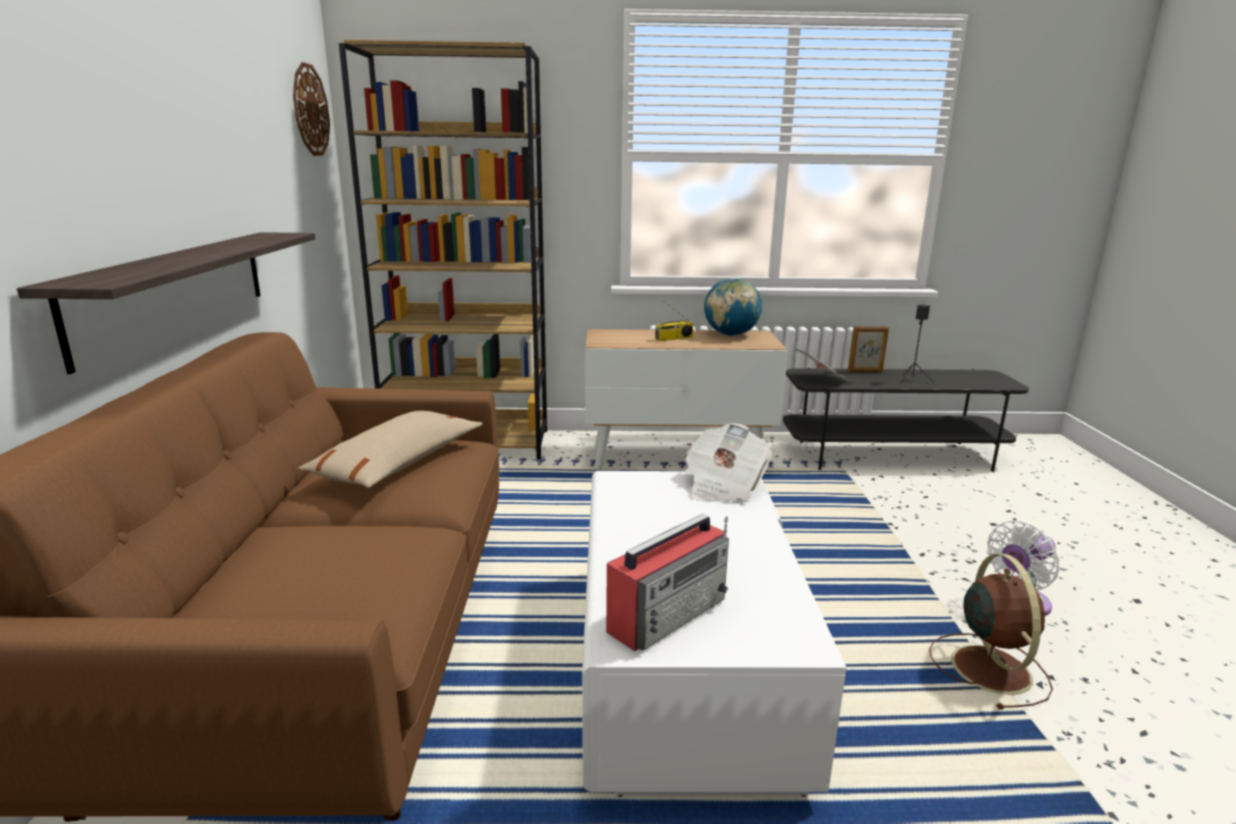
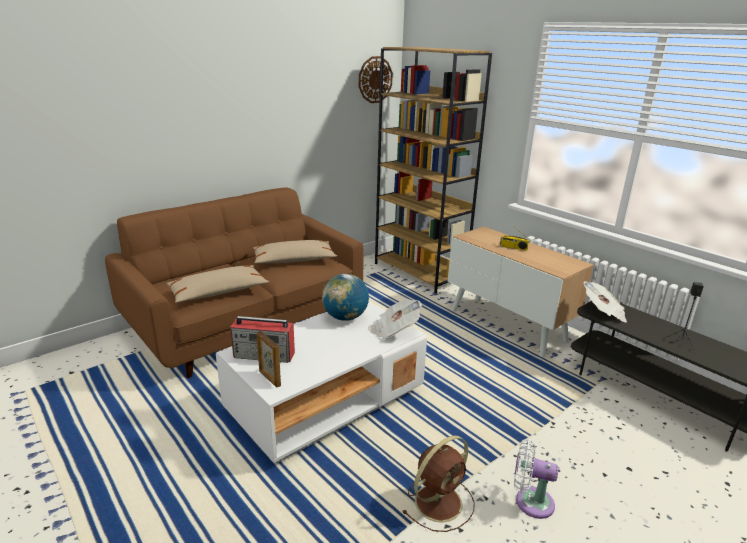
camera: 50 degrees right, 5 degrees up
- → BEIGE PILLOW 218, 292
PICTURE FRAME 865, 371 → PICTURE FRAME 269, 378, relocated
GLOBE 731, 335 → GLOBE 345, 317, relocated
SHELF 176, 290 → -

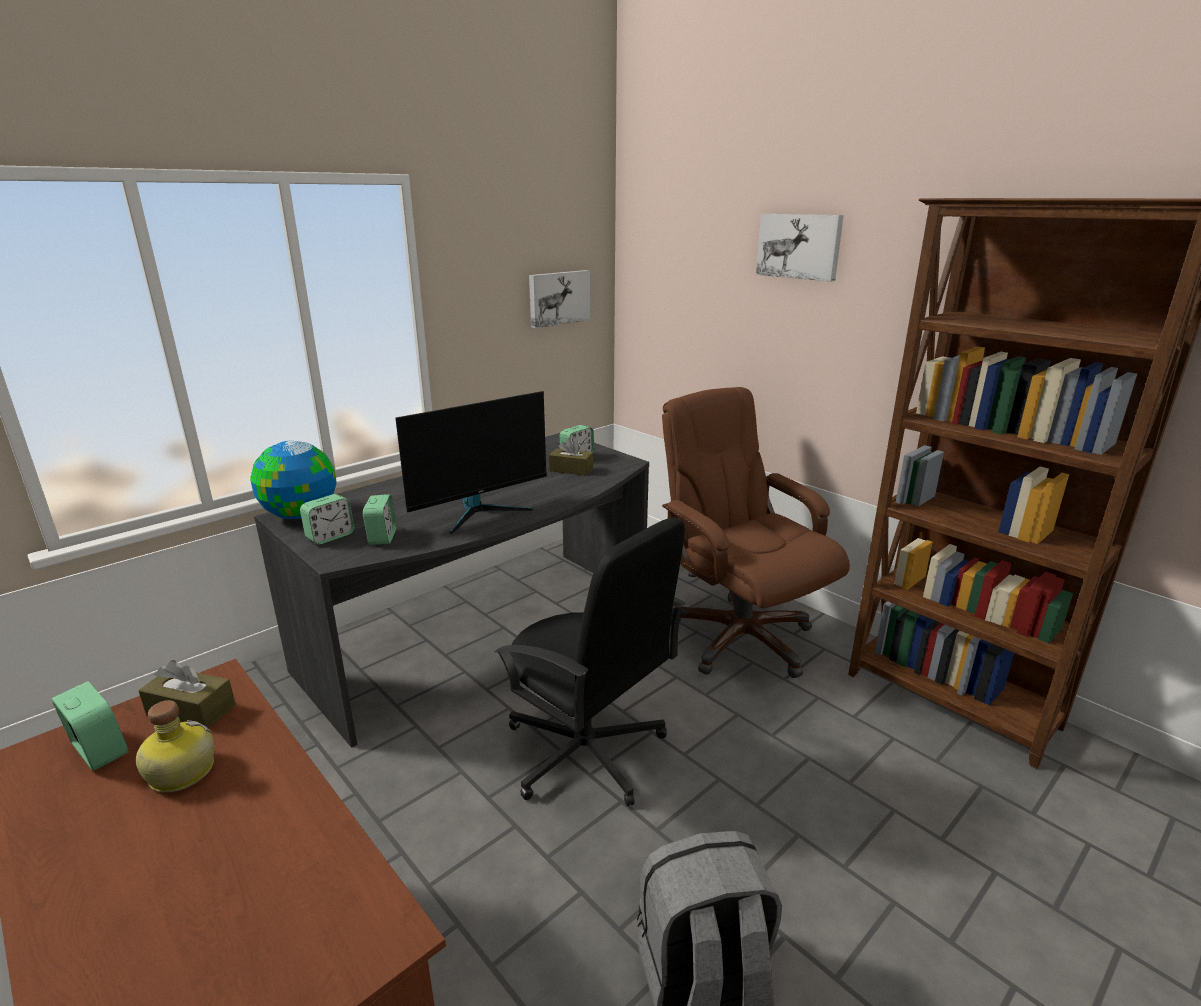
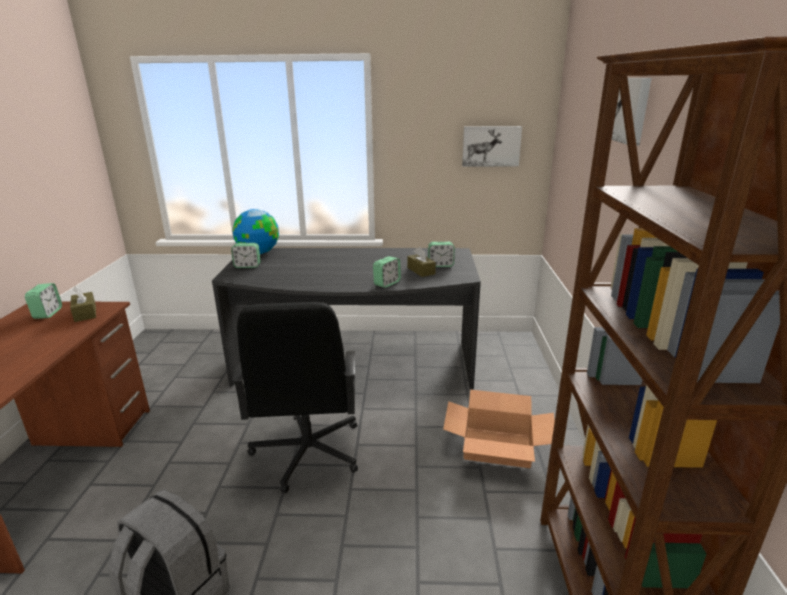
camera: 45 degrees right, 0 degrees up
ALARM CLOCK 382, 537 → ALARM CLOCK 387, 283, relocated
BROWN OFFICE CHAIR 739, 637 → CARDBOARD BOX 497, 447
BOTTLE 179, 772 → -
MONITOR 480, 512 → -

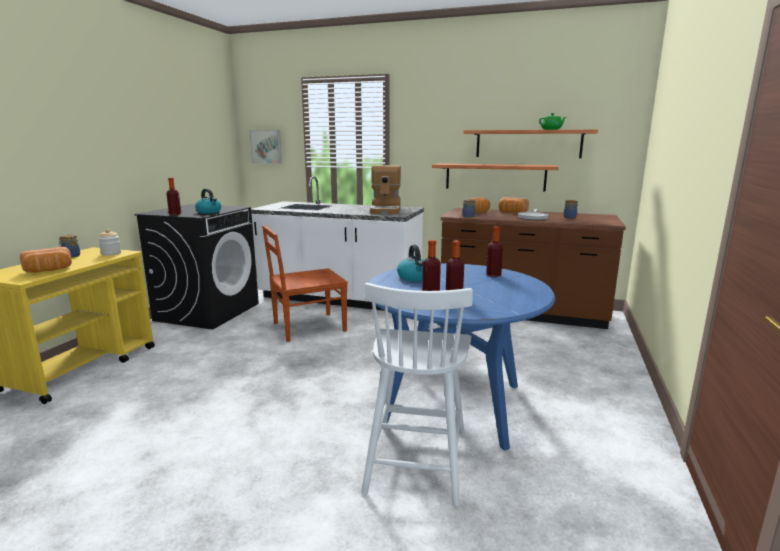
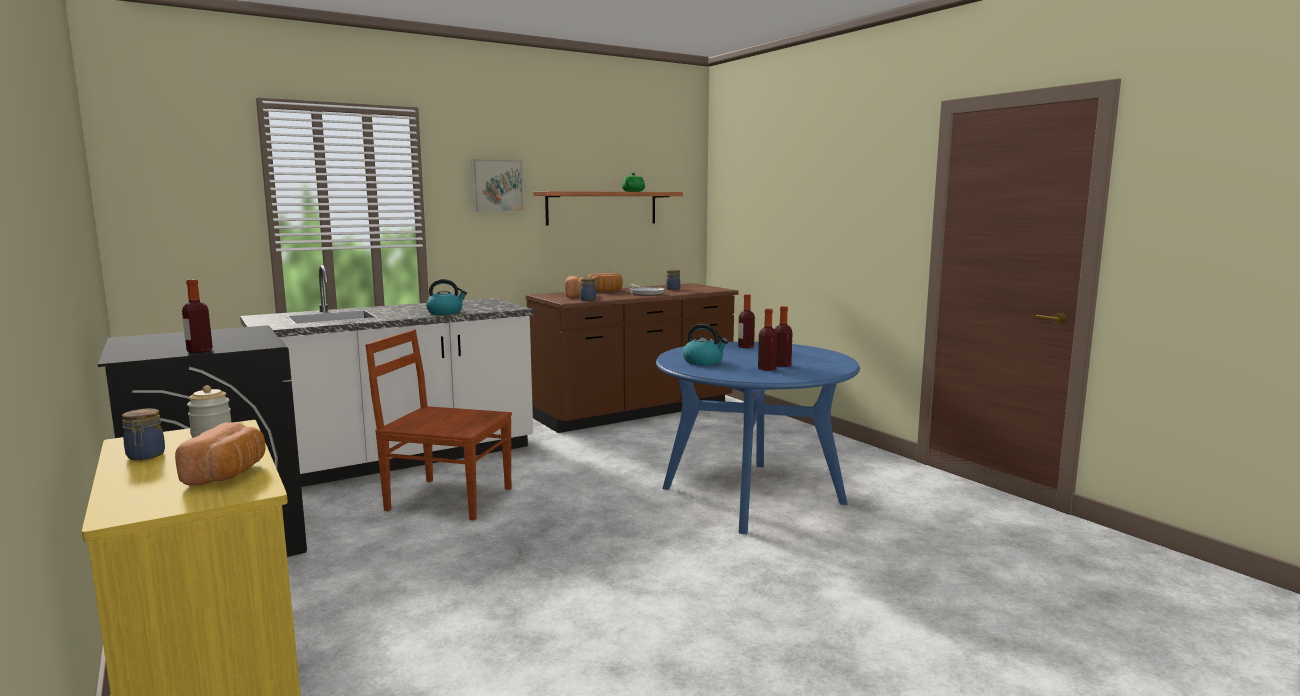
camera: 50 degrees left, 5 degrees down
BROWN CHAIR 307, 327 → BROWN CHAIR 447, 498, 90 degrees clockwise
KETTLE 209, 212 → KETTLE 445, 312, relocated
PICTURE 266, 146 → PICTURE 496, 186, relocated
WHITE CHAIR 416, 458 → -
COFFEE MACHINE 386, 210 → -
SHELF 495, 177 → -

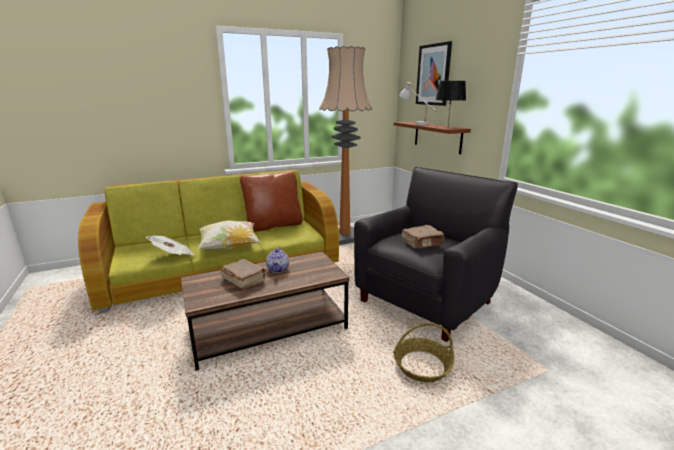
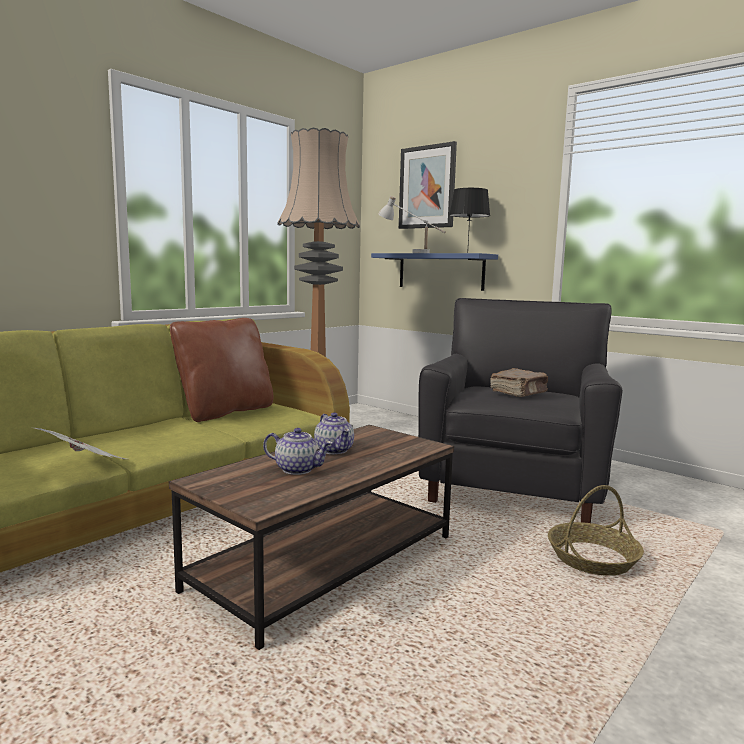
camera: 25 degrees left, 10 degrees down
BROWN BOOK 243, 280 → TEAPOT 298, 469
BROWN SHELF 437, 137 → BLUE SHELF 440, 271
PILLOW 229, 247 → -

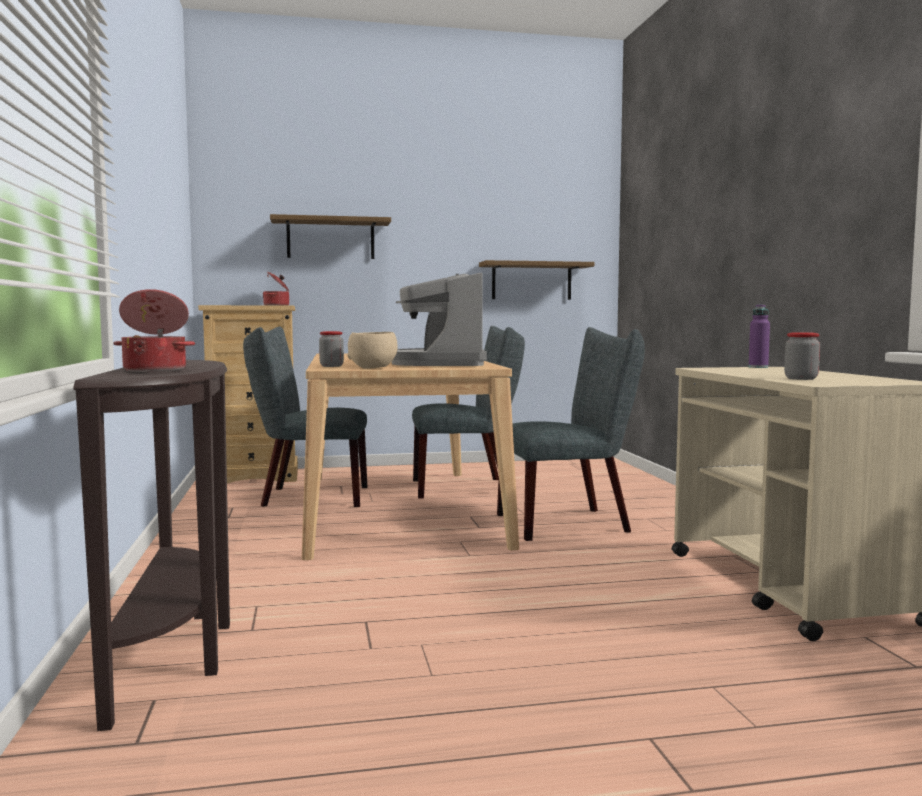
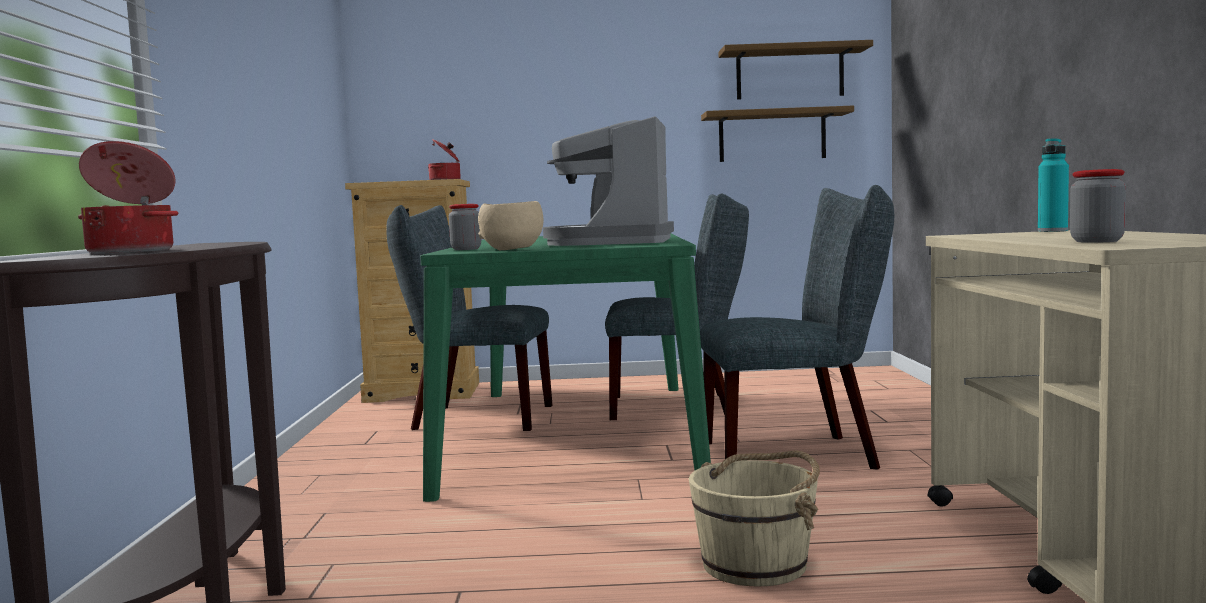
camera: 10 degrees right, 0 degrees up
BEIGE DINING TABLE 398, 508 → GREEN DINING TABLE 578, 433
- → BEIGE BUCKET 756, 565
SHELF 330, 239 → SHELF 789, 73, relocated
PURPLE BOTTLE 758, 367 → TURQUOISE BOTTLE 1052, 231

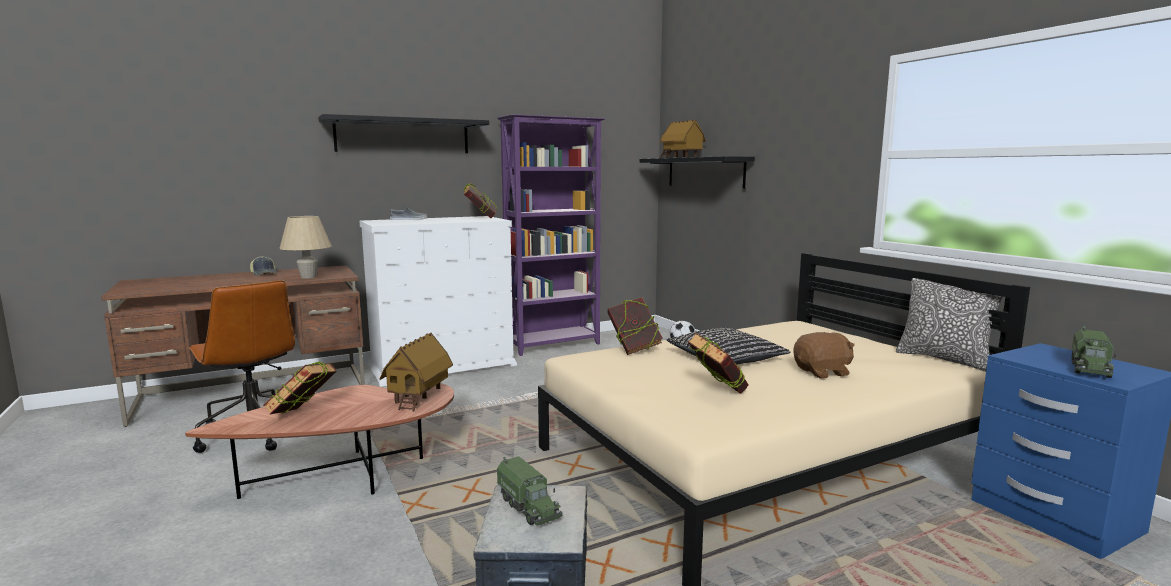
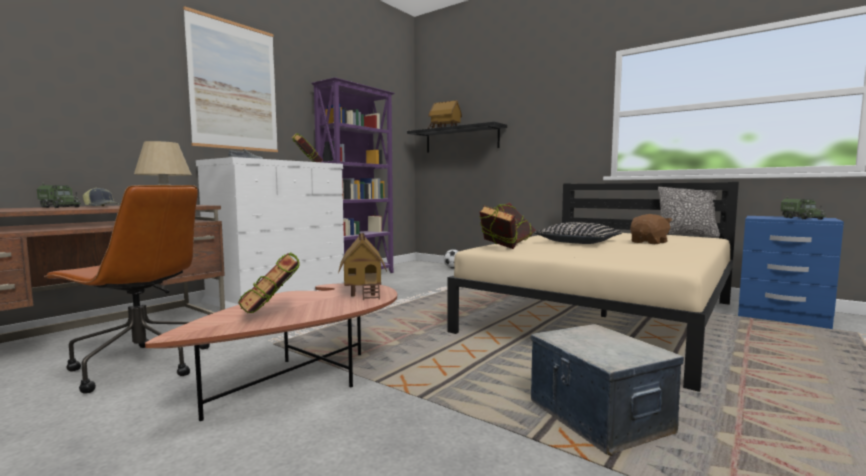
camera: 25 degrees left, 5 degrees down
TOY TRUCK 529, 507 → TOY TRUCK 60, 207, relocated
BLACK SHELF 403, 136 → PICTURE 234, 86
BOOK 716, 393 → BOOK 498, 250, relocated

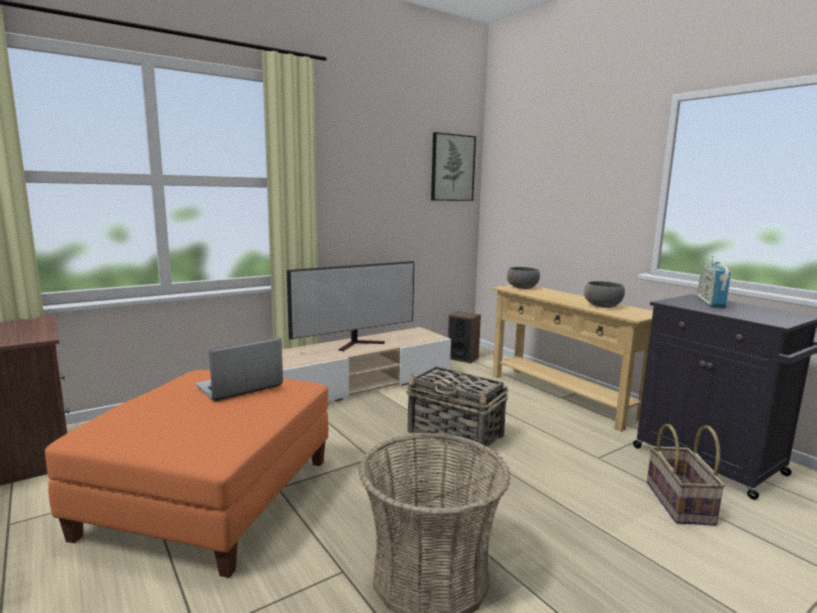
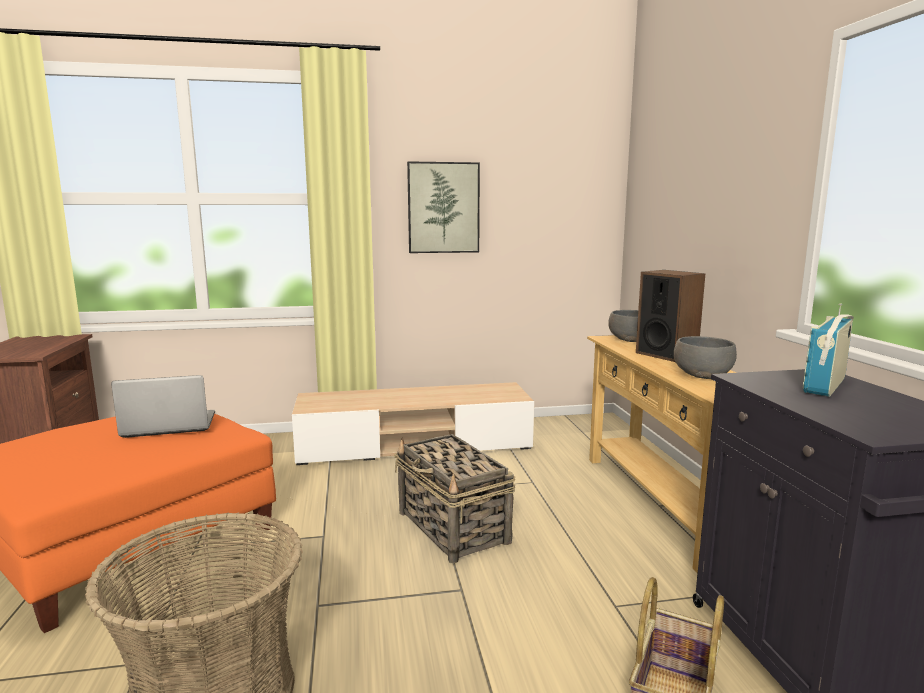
camera: 25 degrees right, 0 degrees up
PICTURE 452, 168 → PICTURE 443, 208, relocated
SPEAKER 462, 358 → SPEAKER 666, 354, relocated
TELEVISION 359, 344 → -

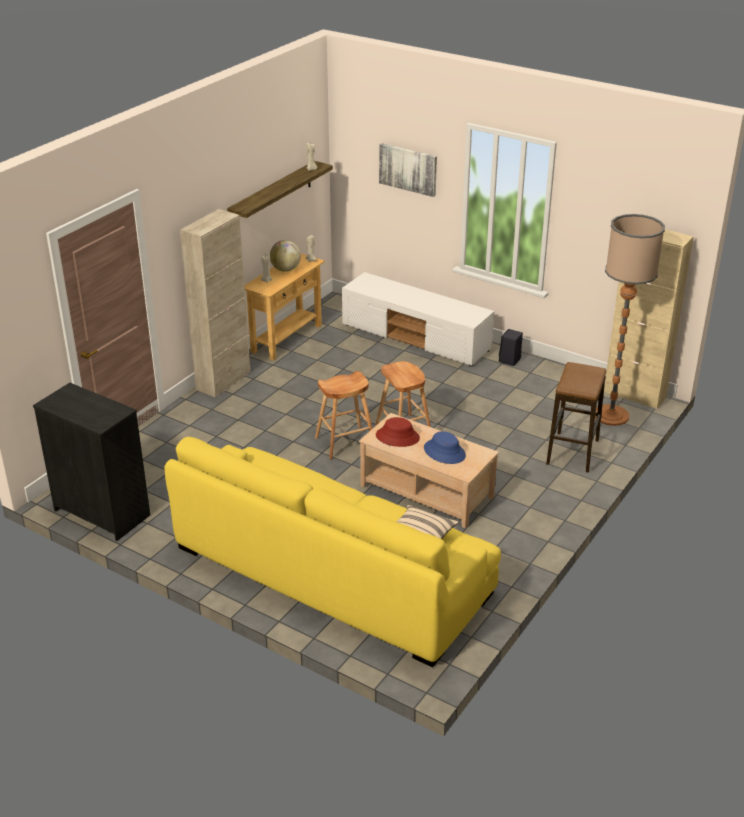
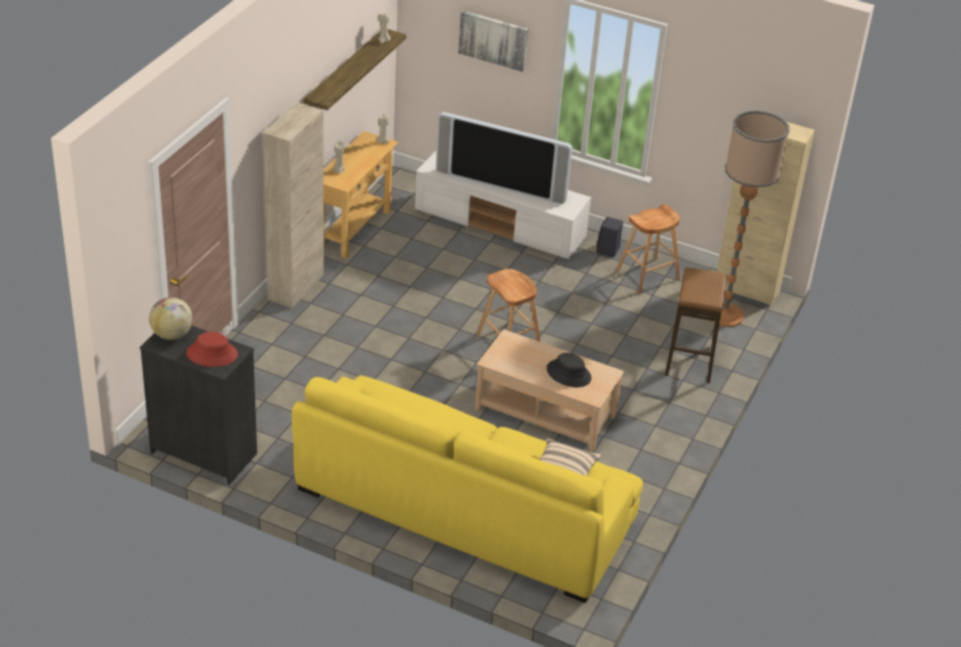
camera: 10 degrees left, 5 degrees up
GLOBE 285, 269 → GLOBE 172, 334, relocated
RED HAT 397, 437 → RED HAT 212, 354, relocated
- → TELEVISION 501, 184
BLUE HAT 444, 452 → BLACK HAT 569, 373
BROWN STOOL 345, 442 → BROWN STOOL 647, 276, relocated

